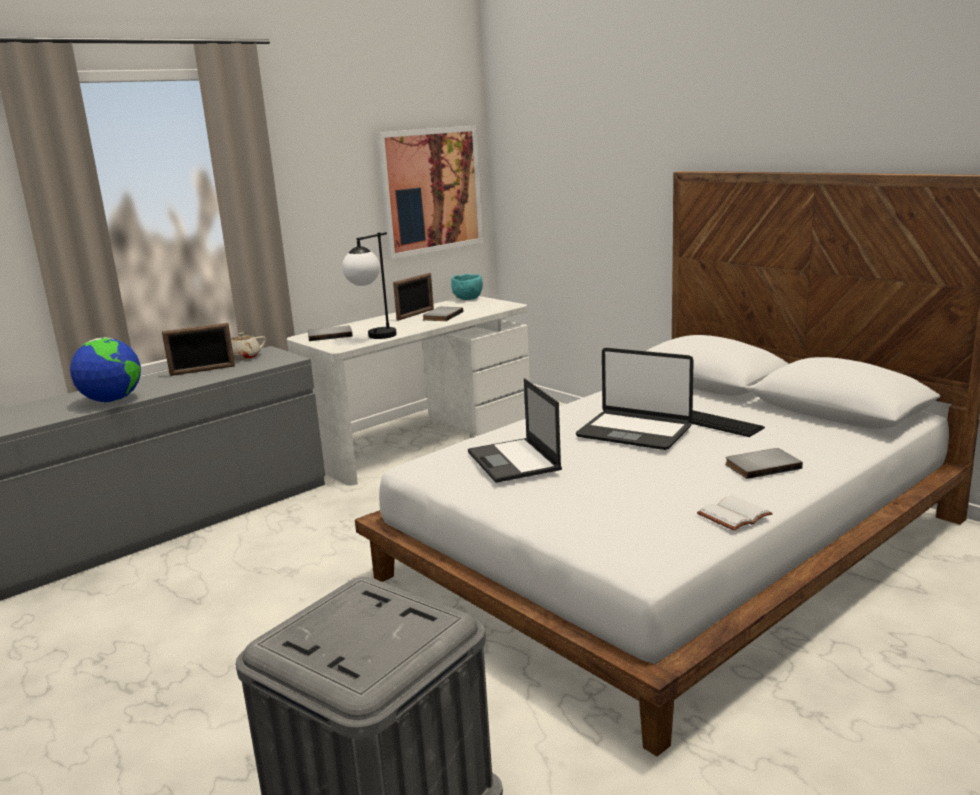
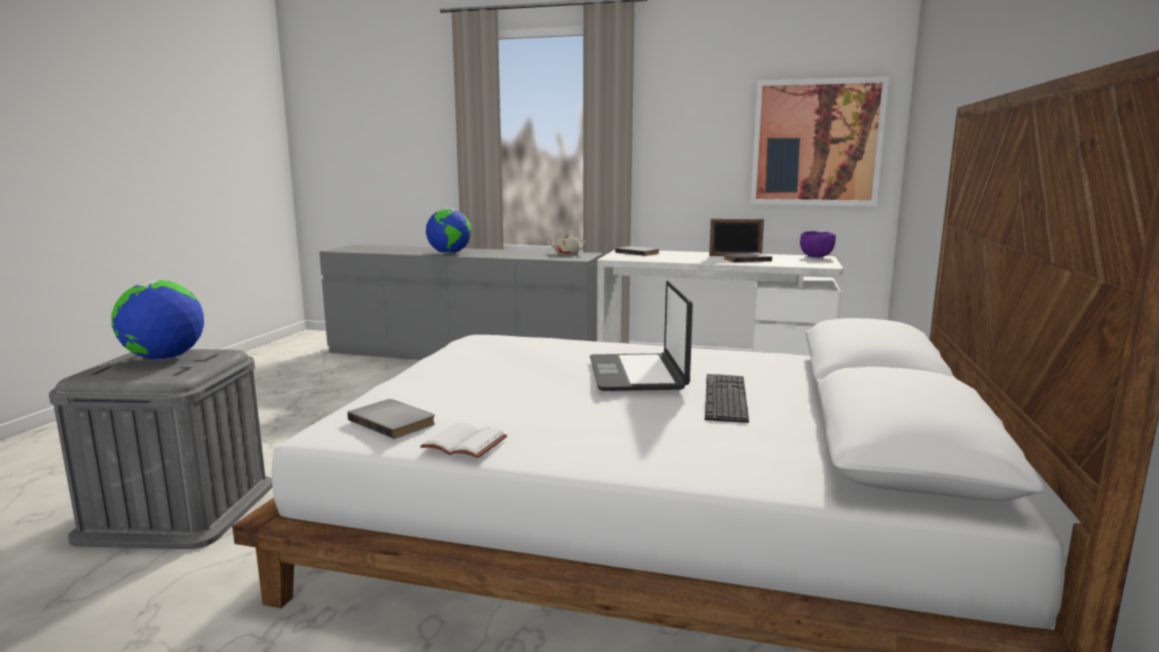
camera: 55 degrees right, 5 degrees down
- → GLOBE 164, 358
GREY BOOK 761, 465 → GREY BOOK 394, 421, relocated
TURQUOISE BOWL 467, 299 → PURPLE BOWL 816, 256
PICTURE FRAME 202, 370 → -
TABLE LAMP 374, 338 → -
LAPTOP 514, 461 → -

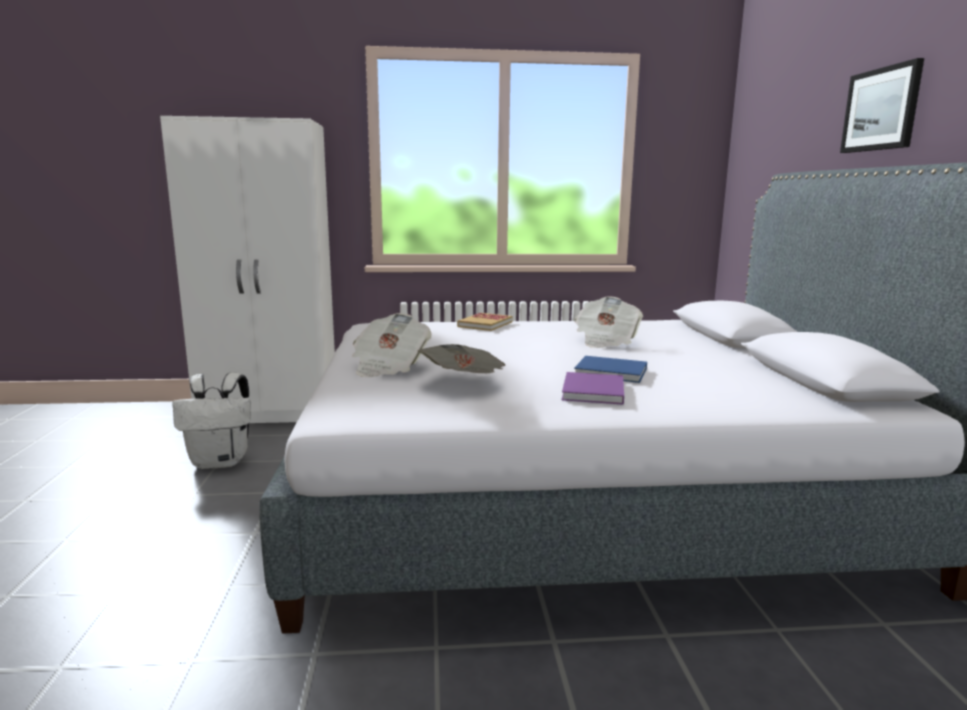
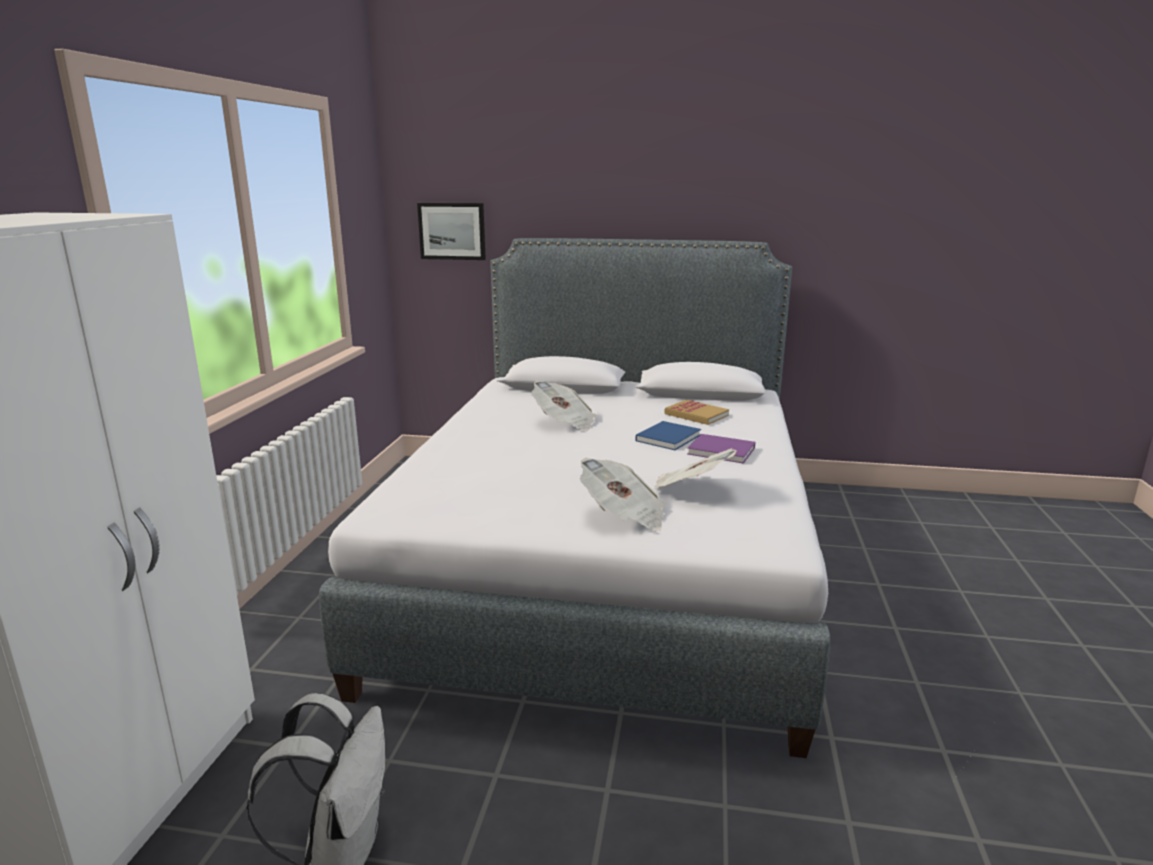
camera: 75 degrees left, 5 degrees up
PICTURE 881, 109 → PICTURE 452, 231, relocated
BOOK 485, 324 → BOOK 696, 415, relocated

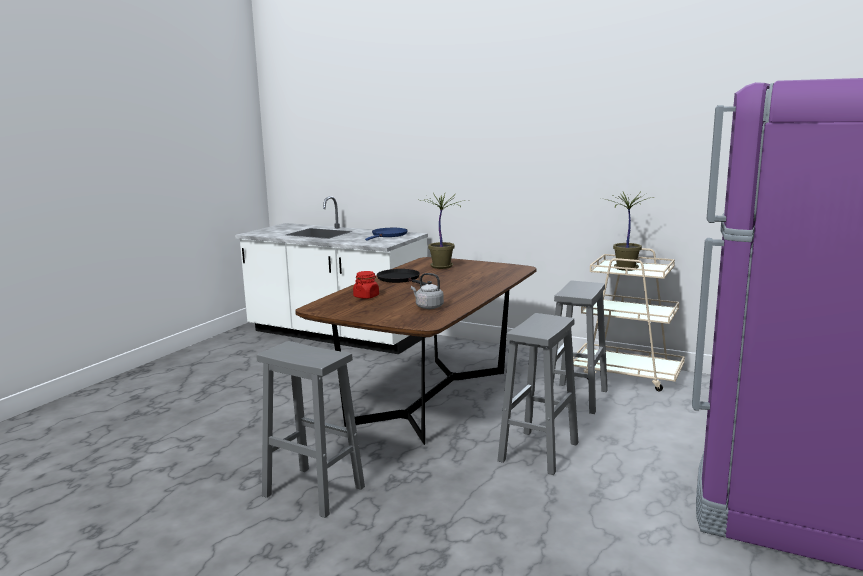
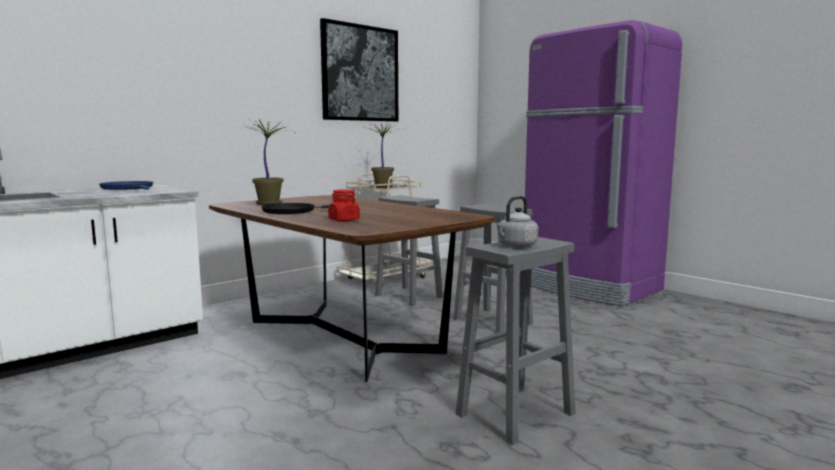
camera: 70 degrees left, 5 degrees down
- → PICTURE 360, 73
GREY KETTLE 428, 307 → GREY KETTLE 515, 245, relocated

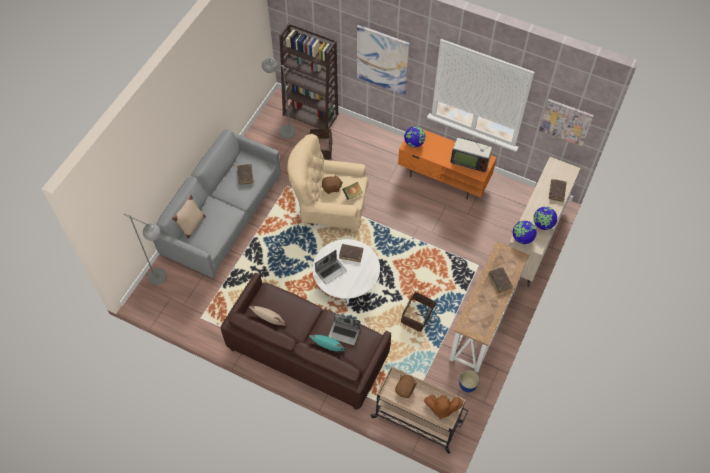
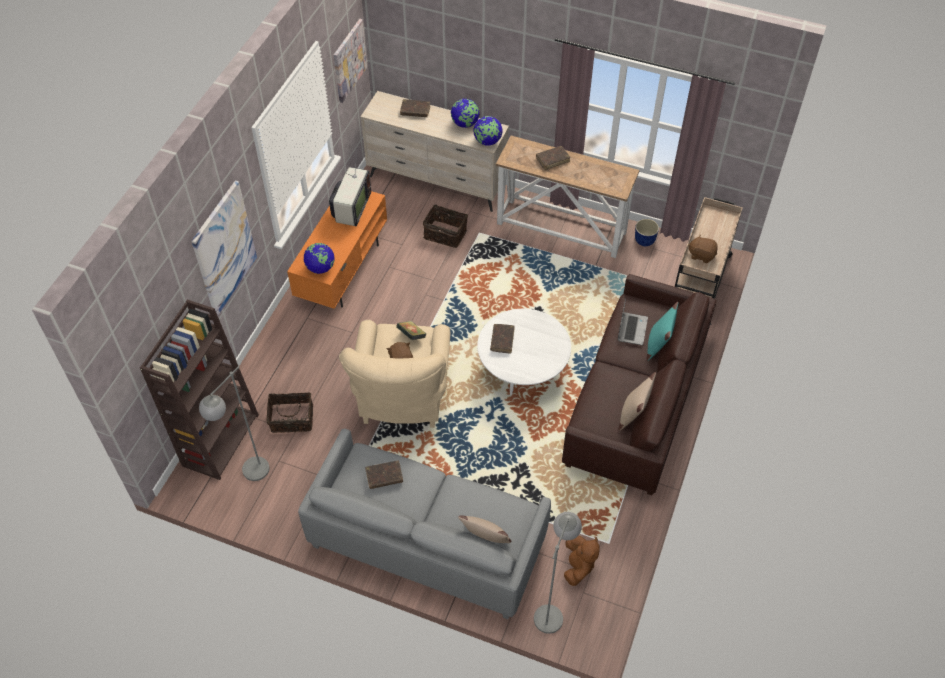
camera: 95 degrees left, 5 degrees down
BASKET 417, 316 → BASKET 445, 233, relocated
BROWN PLUSH TOY 441, 408 → BROWN PLUSH TOY 578, 566, relocated
LAPTOP 331, 271 → -

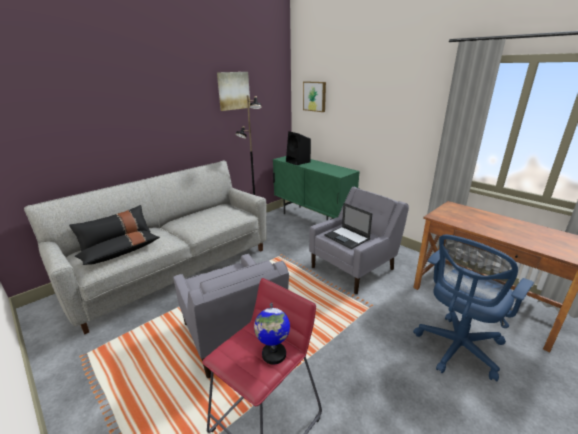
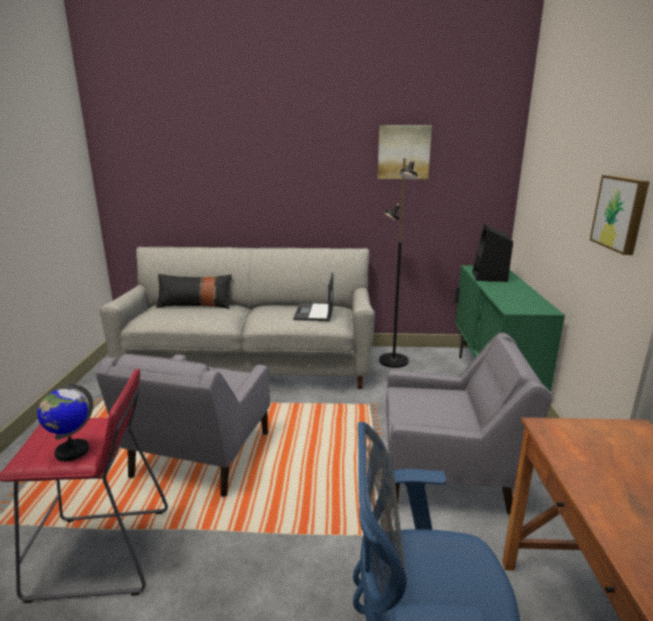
camera: 45 degrees right, 5 degrees down
LAPTOP 347, 237 → LAPTOP 314, 312, relocated
PICTURE 315, 96 → PICTURE 621, 213, relocated
BLACK PILLOW 121, 253 → -

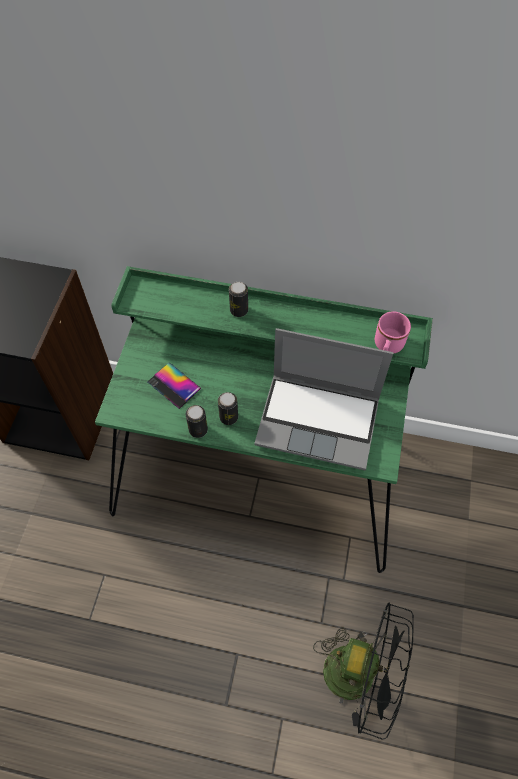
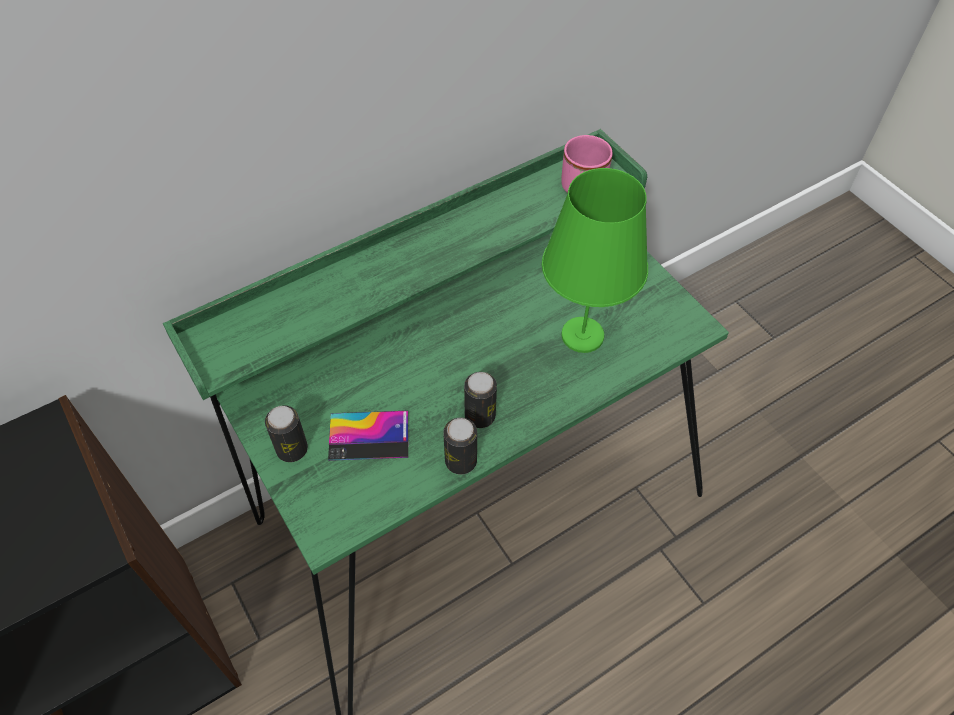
camera: 45 degrees left, 5 degrees down
CAN 239, 310 → CAN 292, 449, relocated
LAPTOP 320, 420 → GREEN TABLE LAMP 583, 335
BLACK FAN 361, 674 → -

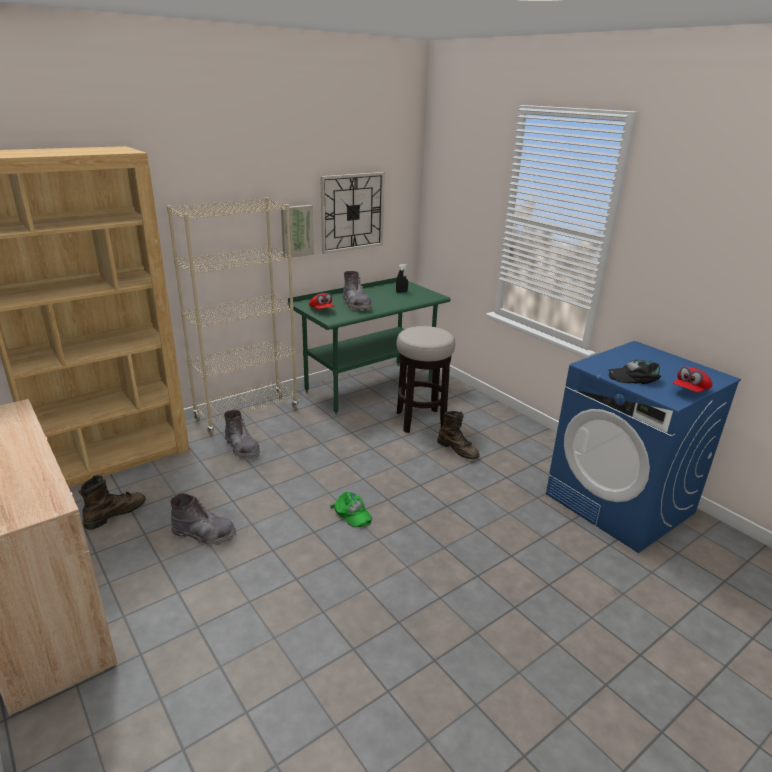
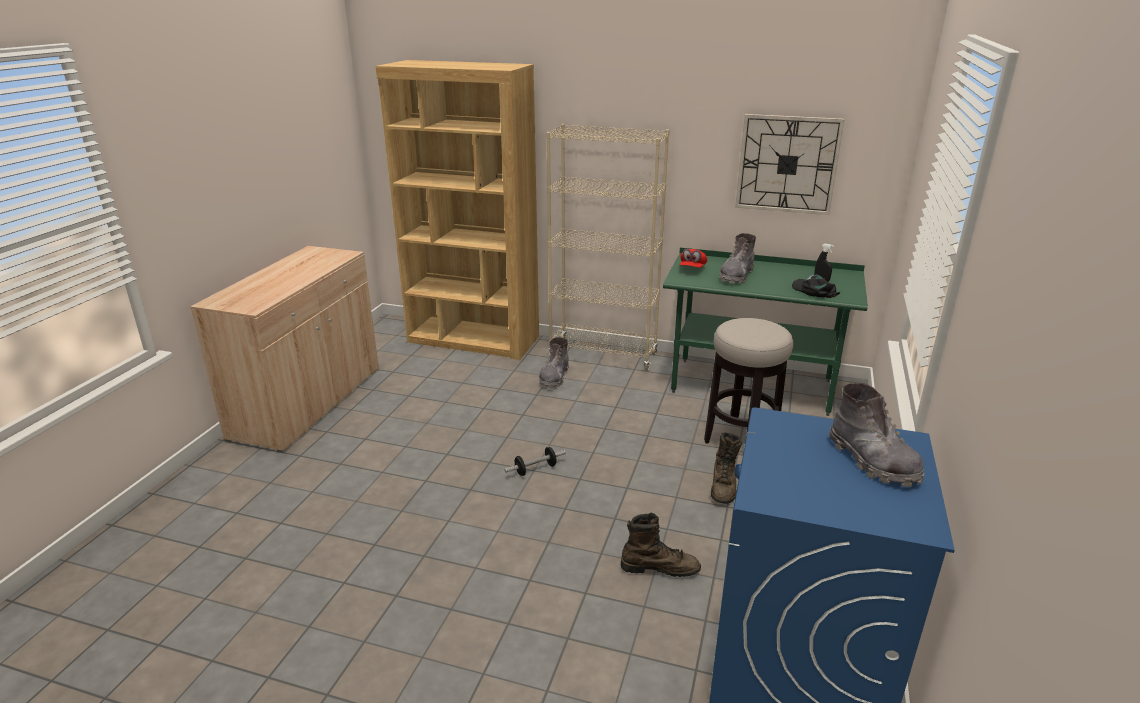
camera: 55 degrees right, 0 degrees up
GREEN CAP 352, 513 → DUMBBELL 535, 469
BROWN BOOT 115, 514 → BROWN BOOT 659, 568, relocated
BLACK CAP 634, 377 → BLACK CAP 814, 291, relocated
GREY BOOT 204, 534 → GREY BOOT 872, 461, relocated
PICTURE 296, 231 → -
RED CAP 690, 391 → -

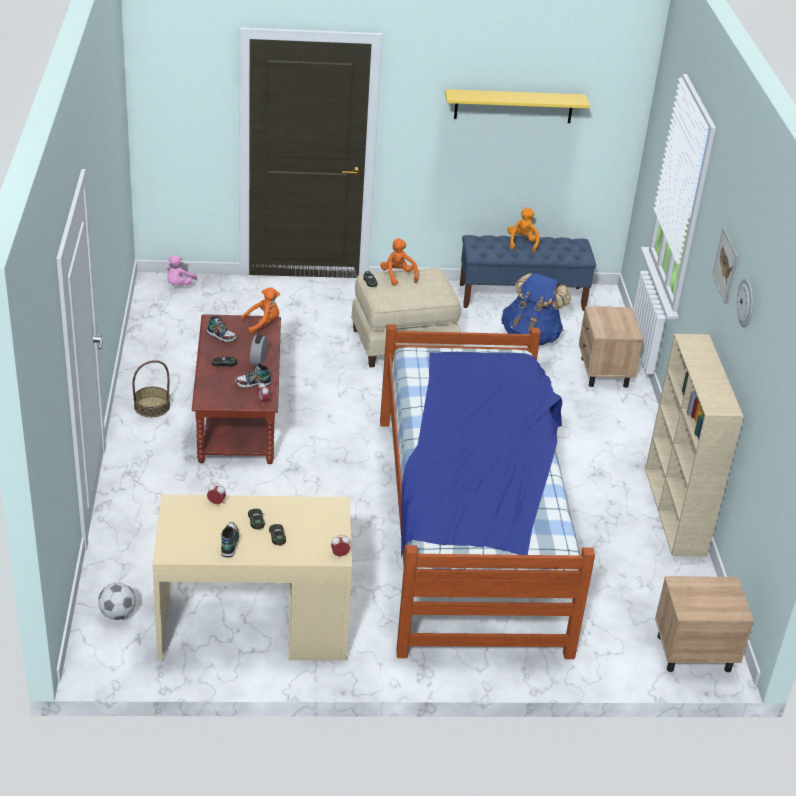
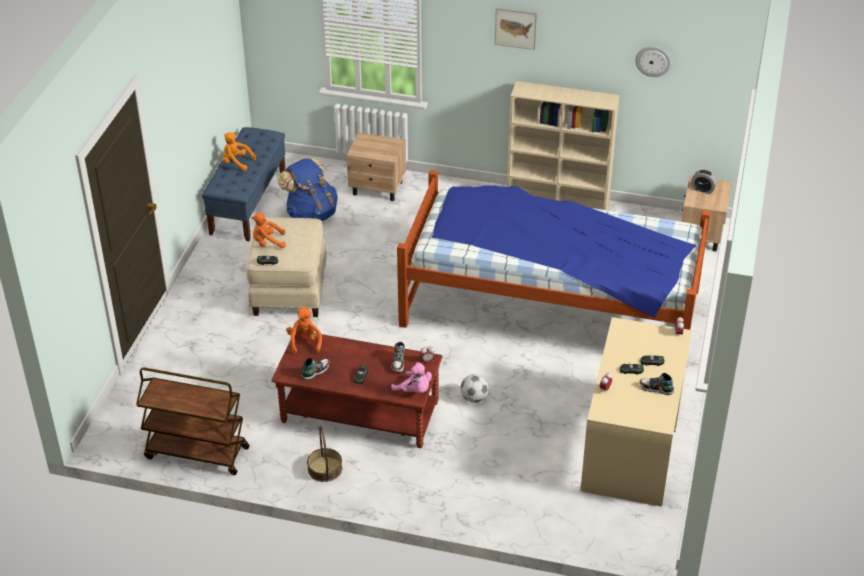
camera: 70 degrees left, 5 degrees up
- → BROWN CART 196, 453
PINK PLUSH TOY 179, 285 → PINK PLUSH TOY 414, 390, relocated
FOOTBALL 118, 614 → FOOTBALL 474, 398, relocated
WALL CLOCK 746, 303 → WALL CLOCK 653, 60, relocated
ALARM CLOCK 258, 360 → ALARM CLOCK 703, 189, relocated
YELLOW SHELF 513, 106 → -

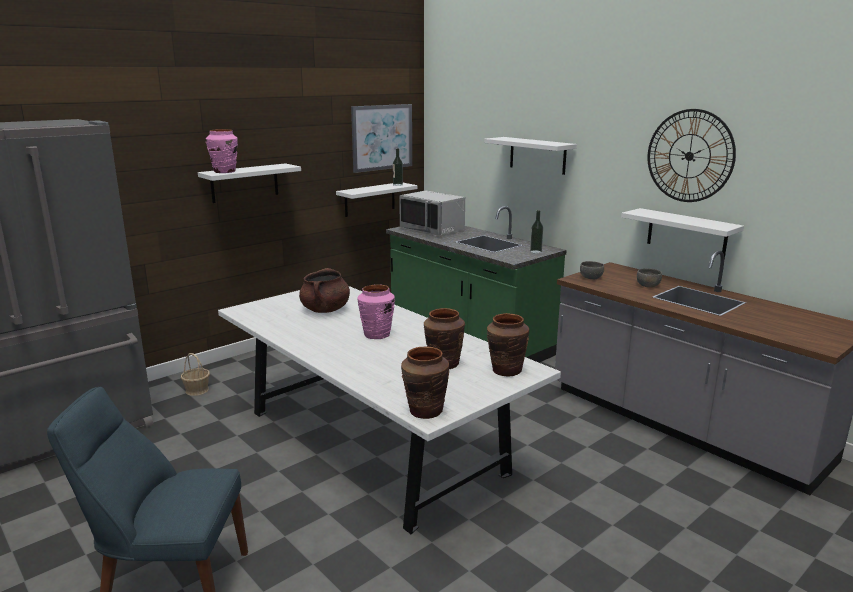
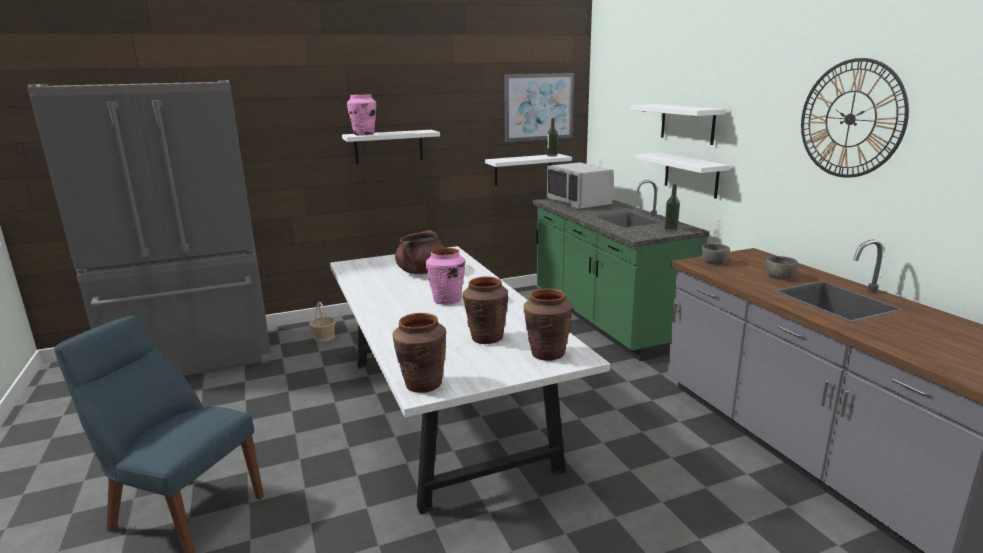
camera: 20 degrees right, 0 degrees up
WHITE SHELF 686, 233 → WHITE SHELF 691, 175, relocated

